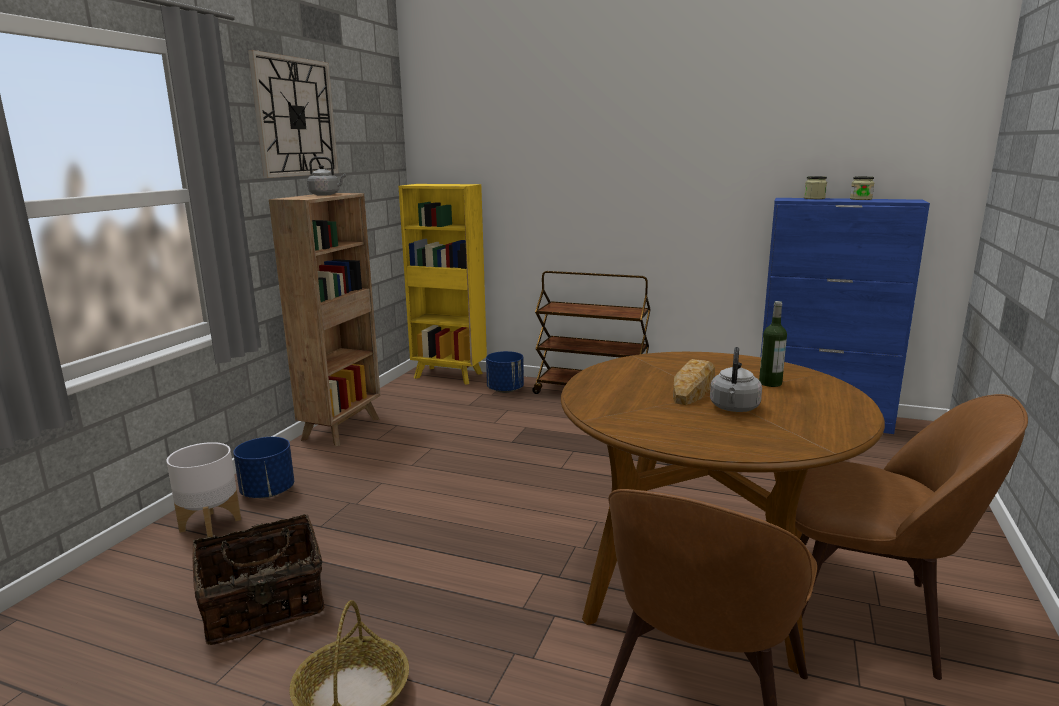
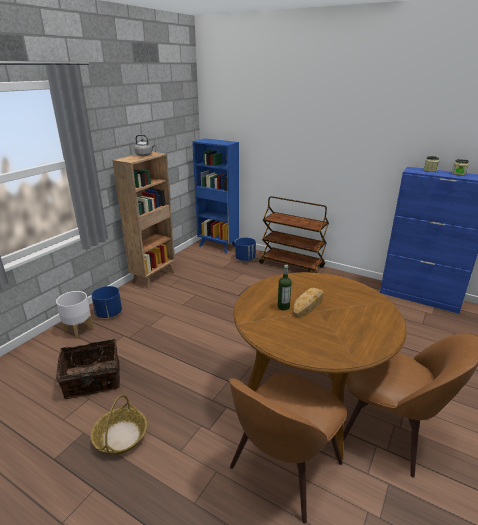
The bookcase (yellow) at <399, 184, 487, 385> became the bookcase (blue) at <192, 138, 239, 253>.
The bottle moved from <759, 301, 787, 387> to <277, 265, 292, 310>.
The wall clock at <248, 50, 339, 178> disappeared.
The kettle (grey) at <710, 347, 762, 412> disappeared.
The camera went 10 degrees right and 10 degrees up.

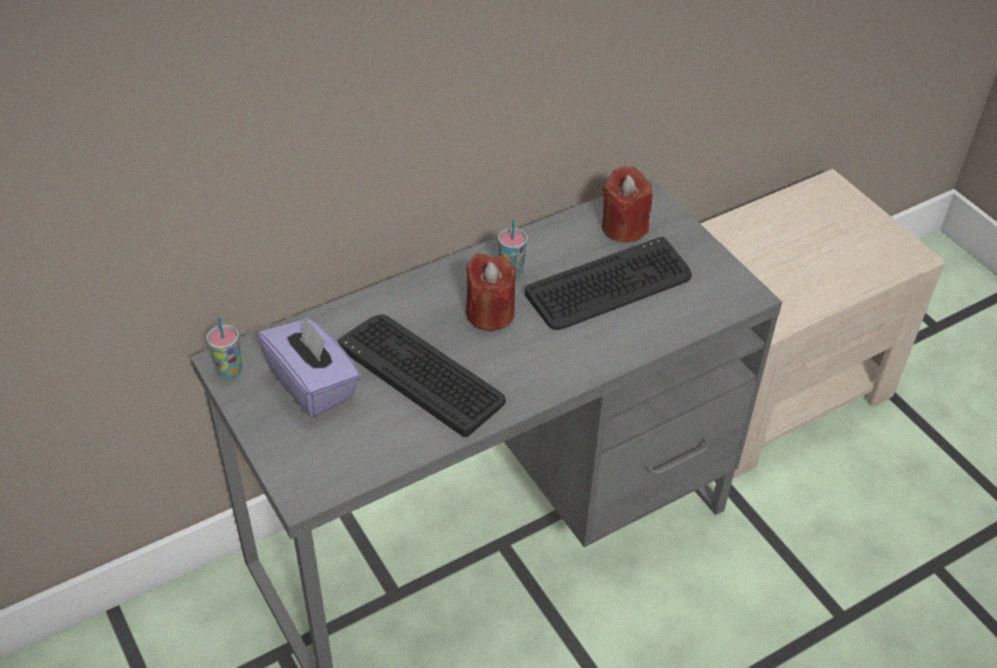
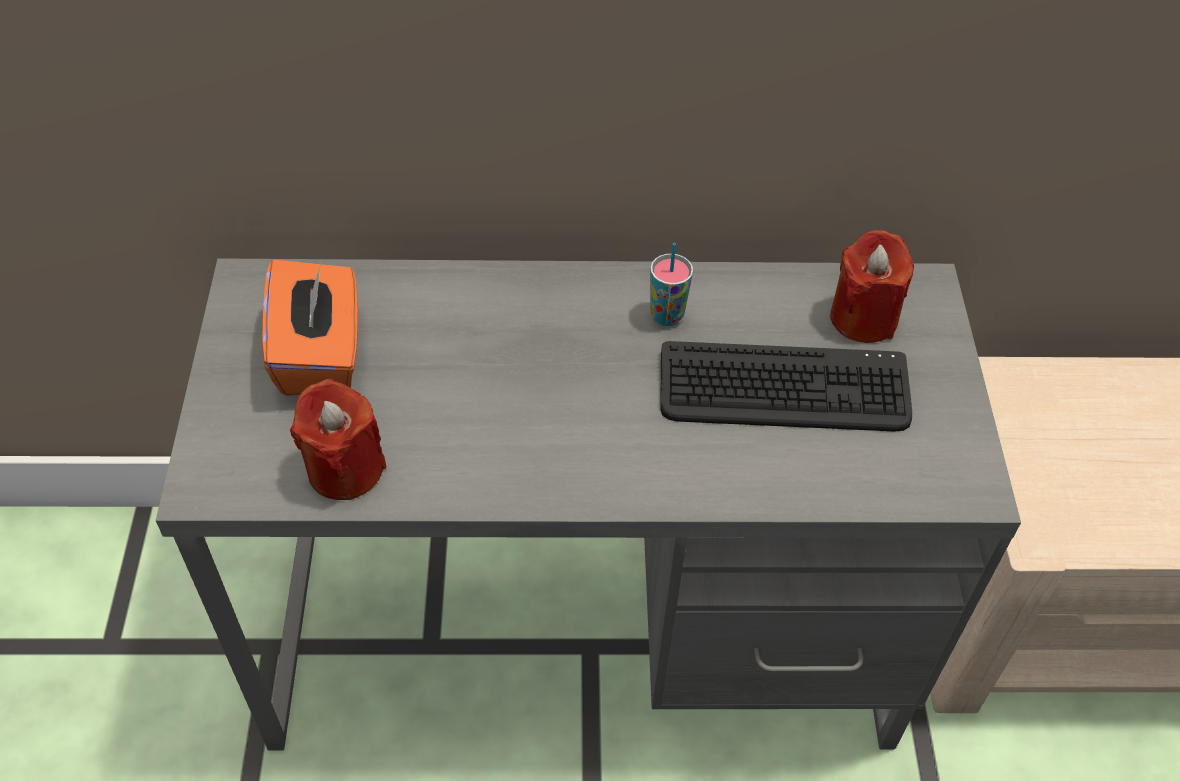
The tissue box (purple) at <257, 316, 361, 418> became the tissue box (orange) at <262, 260, 358, 396>.
The candle (red) moved from <466, 253, 516, 331> to <290, 378, 386, 500>.
The cup at <207, 317, 242, 379> disappeared.
The keyboard at <338, 314, 506, 437> disappeared.
The camera went 30 degrees right and 5 degrees up.

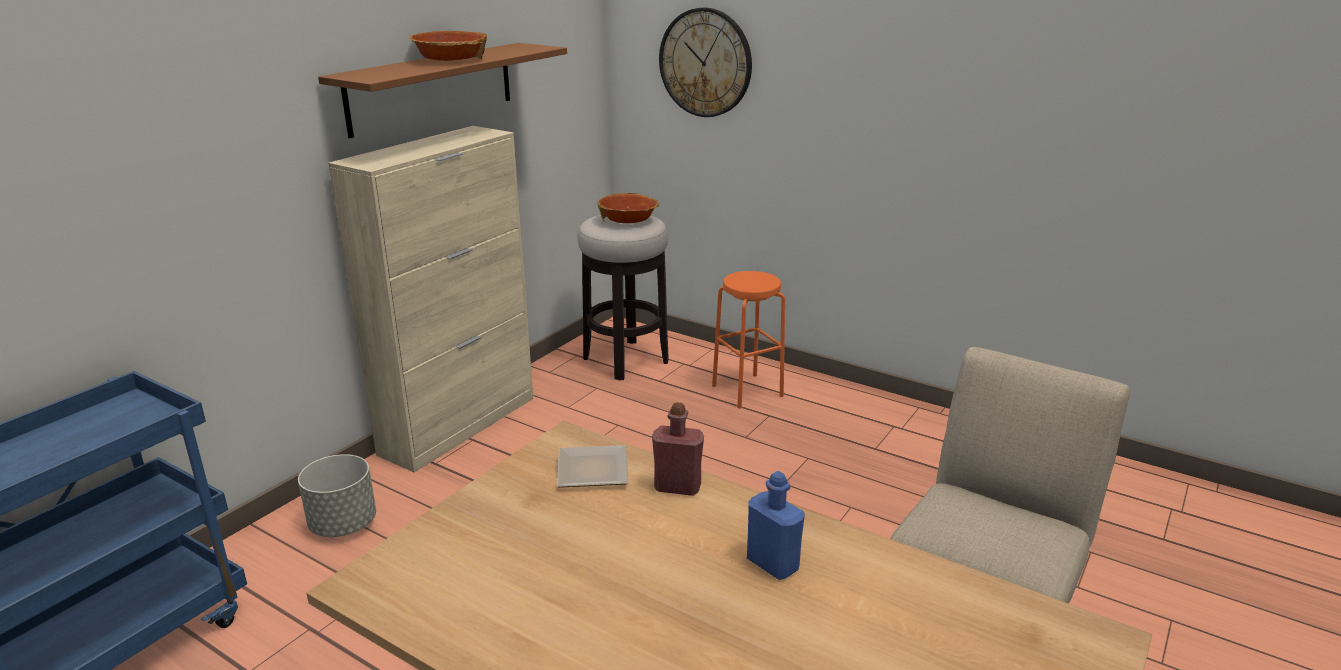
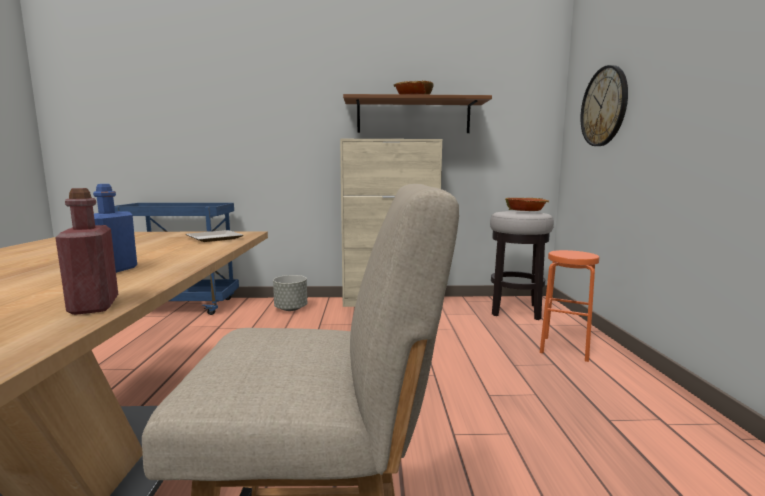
The bottle (red) moved from <652, 402, 704, 496> to <55, 188, 118, 315>.
The camera went 55 degrees right and 15 degrees down.

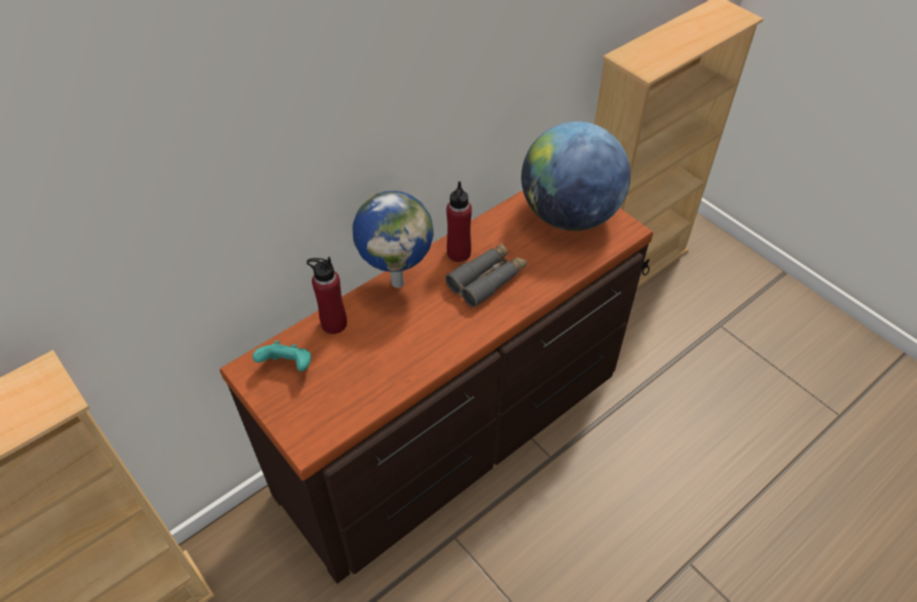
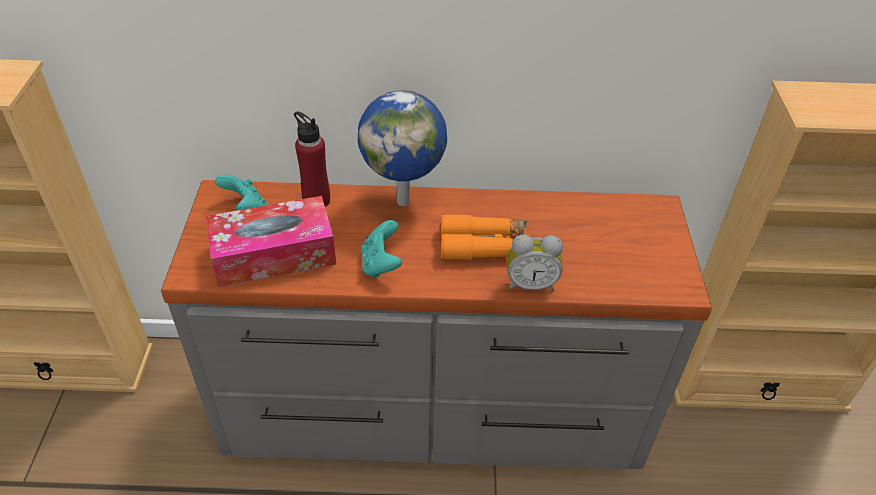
The dresser (brown) at <220, 190, 653, 583> became the dresser (grey) at <161, 180, 712, 469>.
The tissue box at <205, 196, 336, 287> appeared.
The game controller (turquoise) at <361, 220, 402, 278> appeared.
The binoculars (grey) at <445, 243, 527, 307> became the binoculars (orange) at <441, 214, 527, 260>.
The alarm clock at <507, 234, 563, 292> appeared.
The bottle (red) at <446, 181, 472, 262> disappeared.
The globe at <521, 121, 631, 231> disappeared.
The camera went 40 degrees right and 5 degrees down.

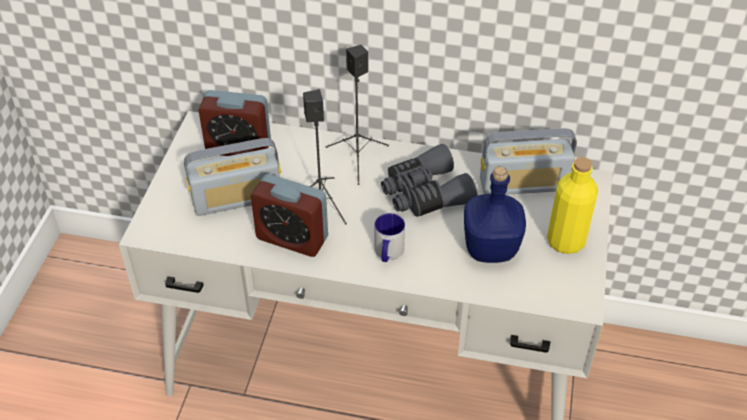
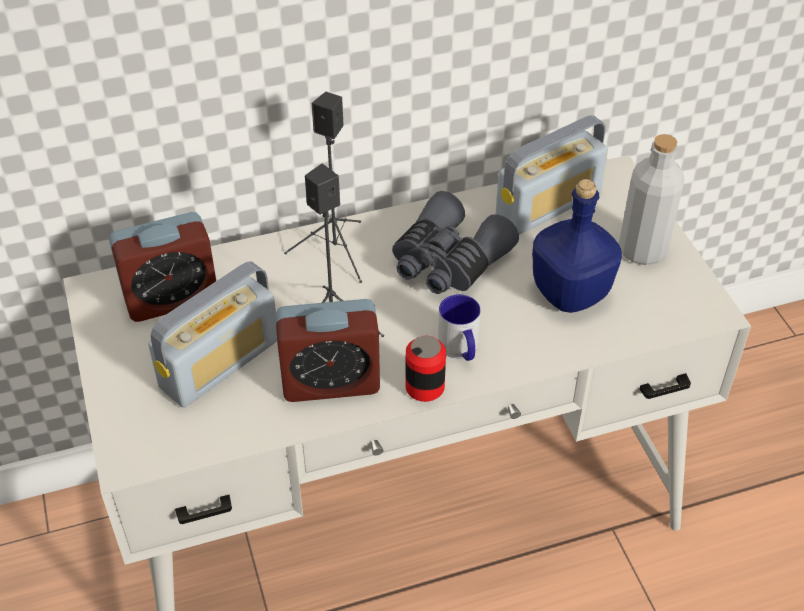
The can at <406, 336, 446, 402> appeared.
The bottle (yellow) at <547, 157, 598, 254> became the bottle (grey) at <619, 134, 685, 265>.
The camera went 30 degrees left and 0 degrees up.

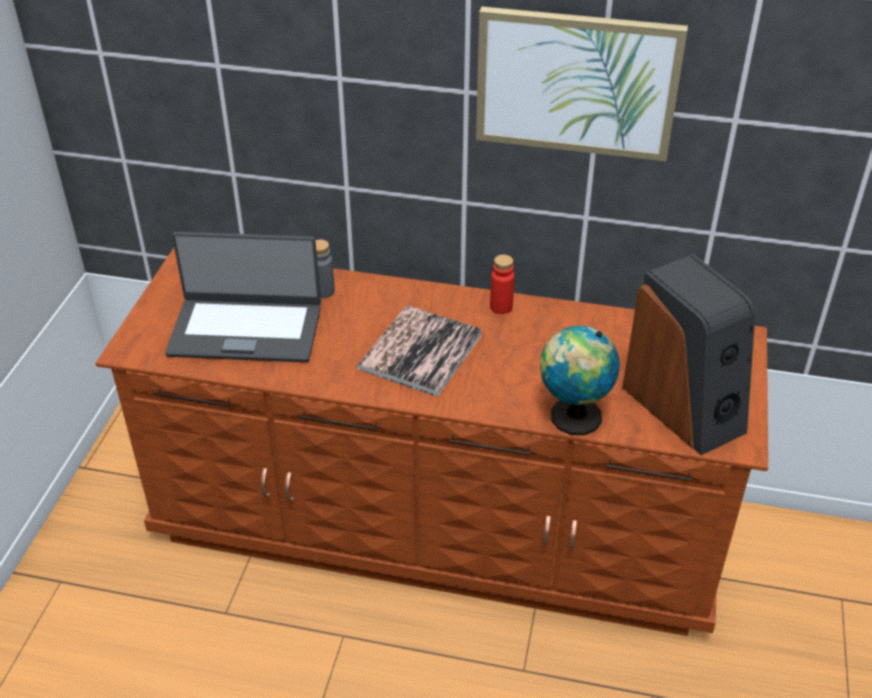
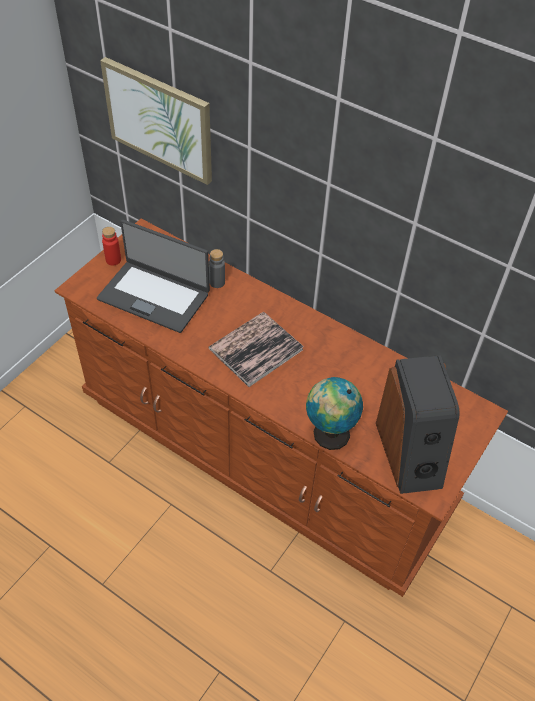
The picture moved from <476, 7, 688, 161> to <100, 57, 212, 185>.
The bottle (red) moved from <490, 255, 515, 314> to <102, 227, 121, 266>.
The camera went 20 degrees right and 10 degrees up.

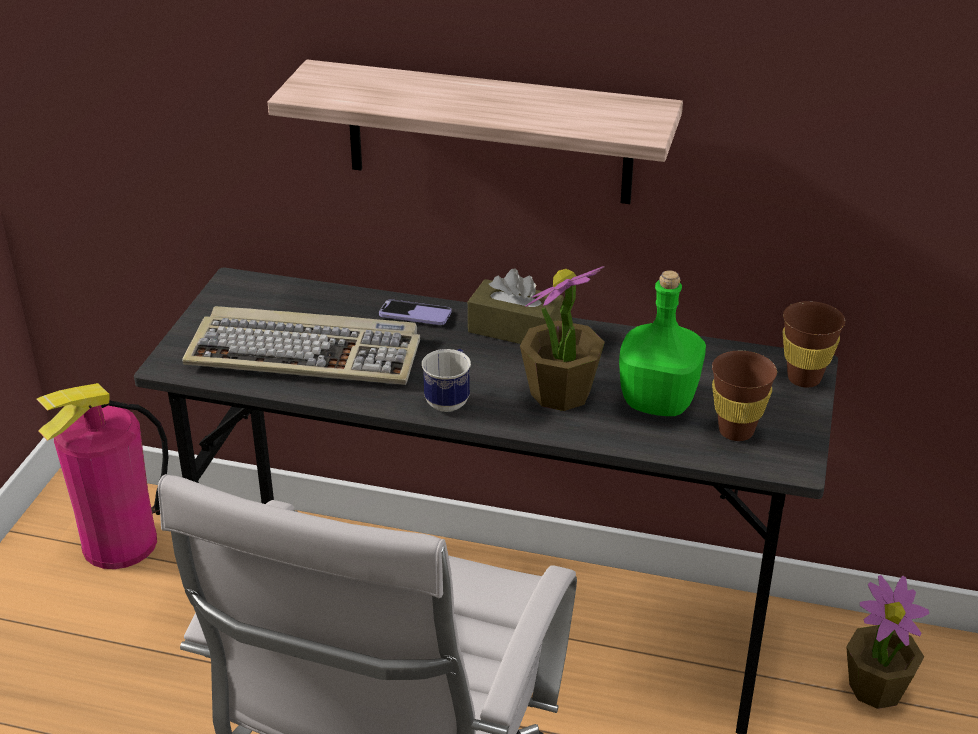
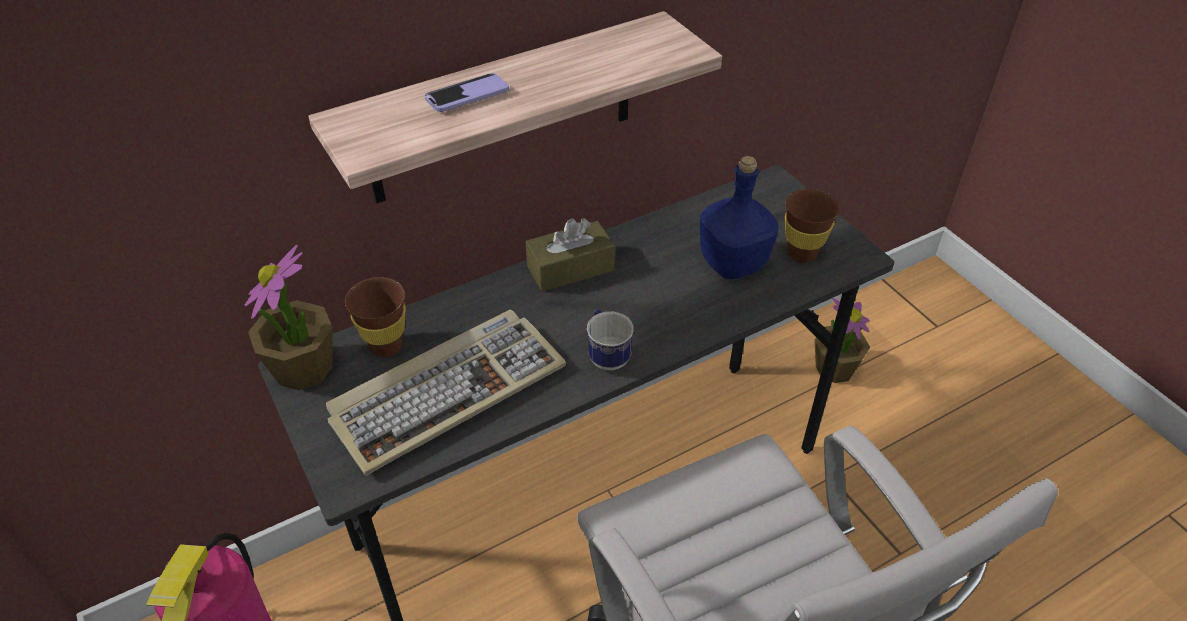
The potted plant moved from <520, 266, 605, 411> to <245, 245, 333, 391>.
The cup (brown) moved from <783, 301, 845, 387> to <345, 277, 406, 357>.
The phone moved from <379, 299, 452, 325> to <424, 73, 509, 112>.
The bottle (green) at <619, 270, 706, 416> became the bottle (blue) at <699, 156, 778, 279>.
The camera went 45 degrees left and 10 degrees up.

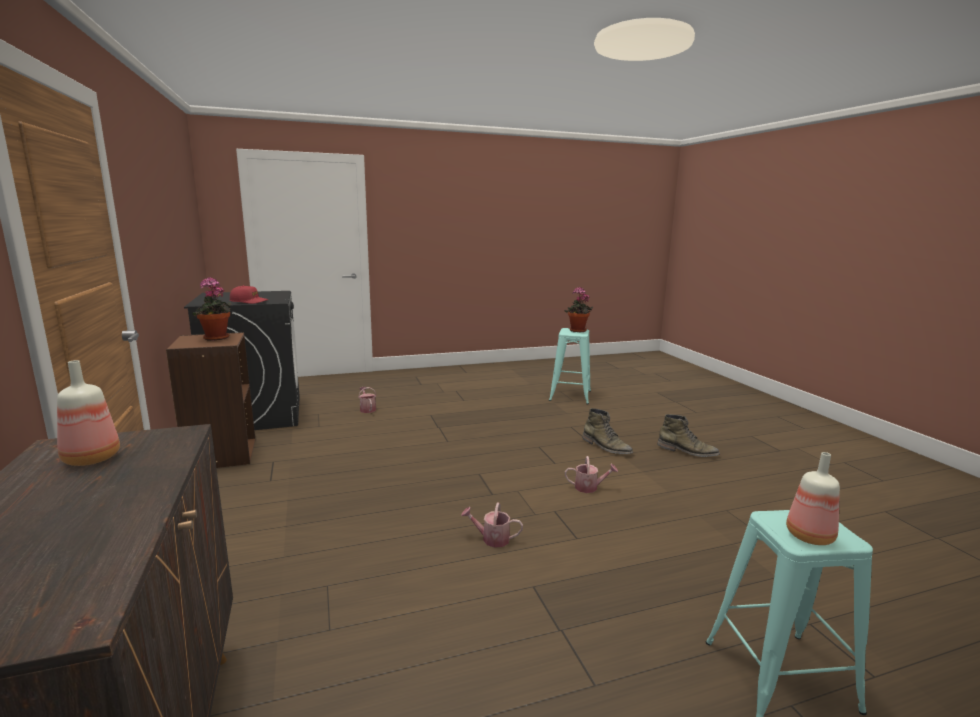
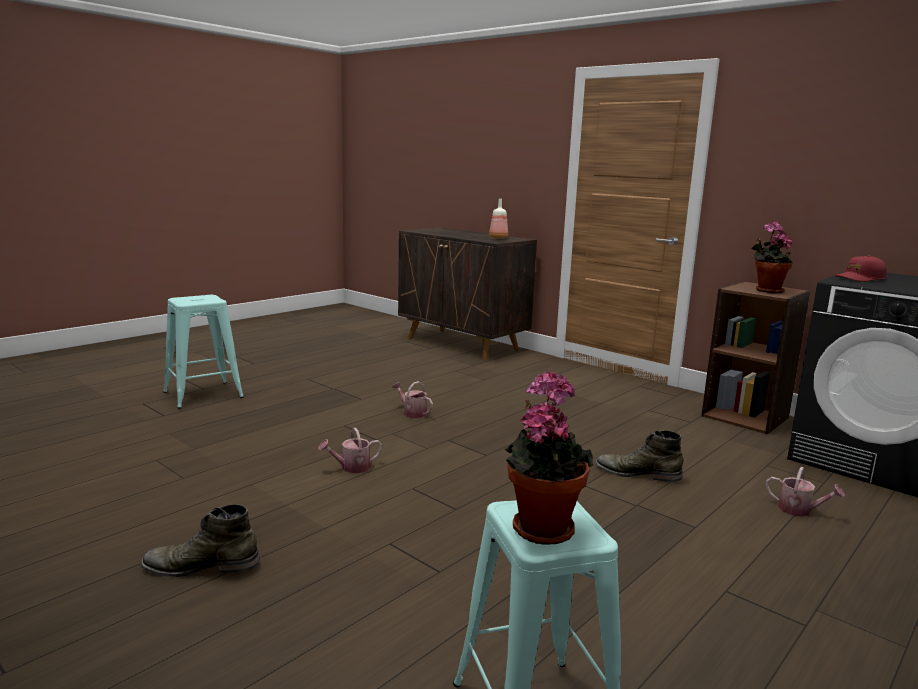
The watering can at <461, 502, 523, 548> turned 120 degrees counterclockwise.
The boot (green) moved from <582, 408, 633, 454> to <596, 430, 683, 482>.
The bottle at <786, 452, 840, 545> disappeared.
The camera went 150 degrees right and 0 degrees up.

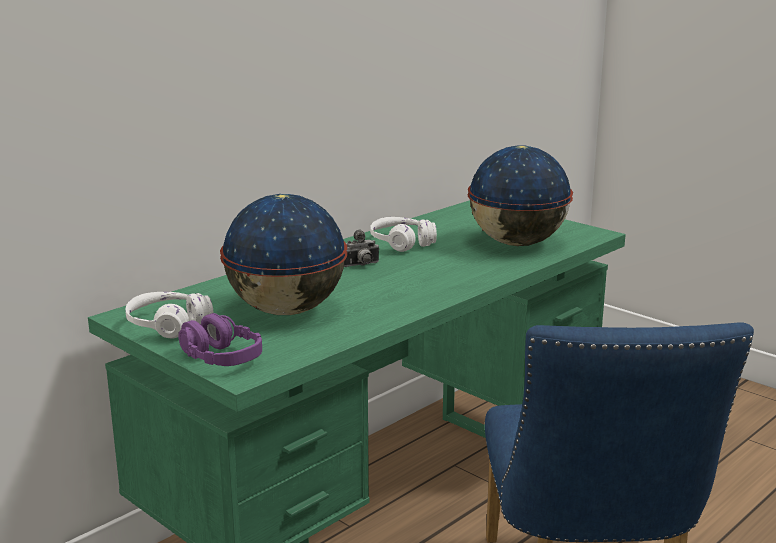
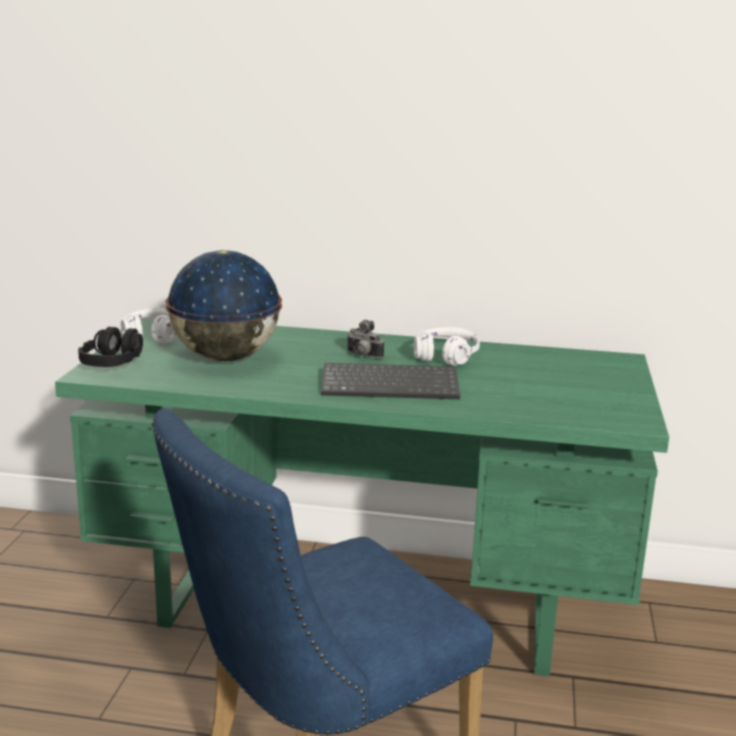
The headphones (purple) at <178, 313, 262, 366> became the headphones (black) at <78, 327, 143, 367>.
The keyboard at <321, 363, 460, 399> appeared.
The globe at <468, 146, 573, 246> disappeared.
The camera went 55 degrees right and 0 degrees up.

